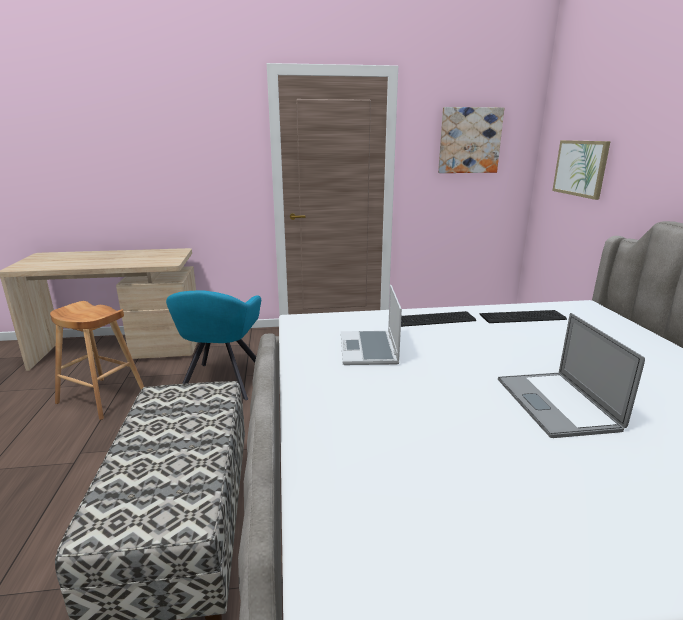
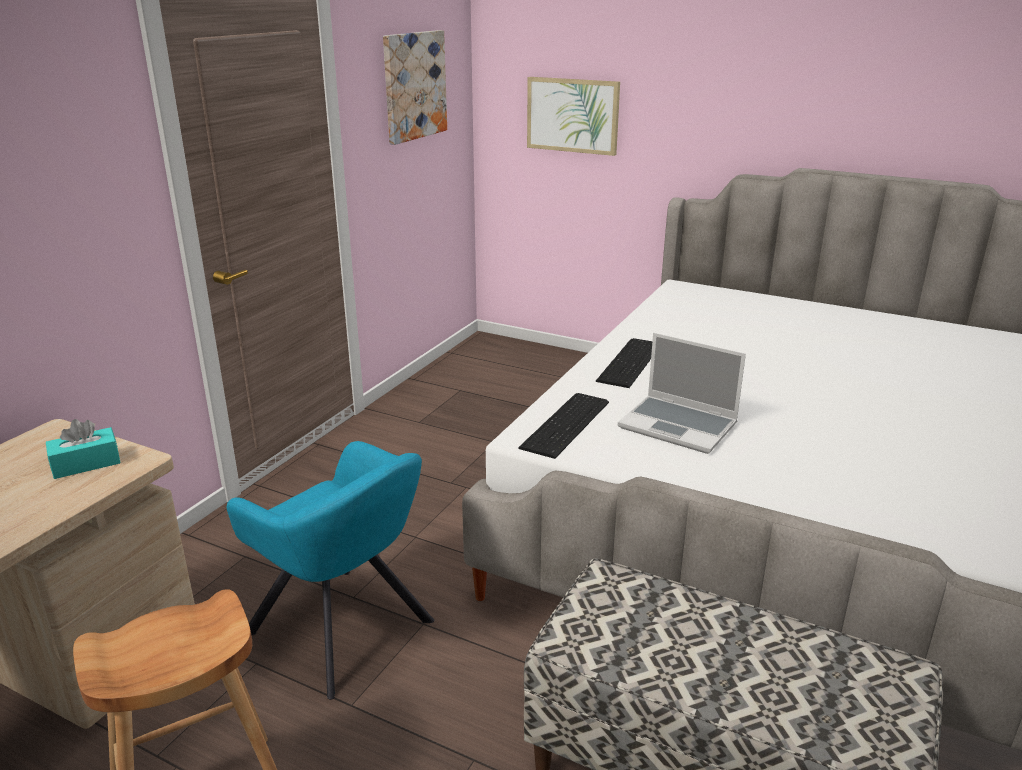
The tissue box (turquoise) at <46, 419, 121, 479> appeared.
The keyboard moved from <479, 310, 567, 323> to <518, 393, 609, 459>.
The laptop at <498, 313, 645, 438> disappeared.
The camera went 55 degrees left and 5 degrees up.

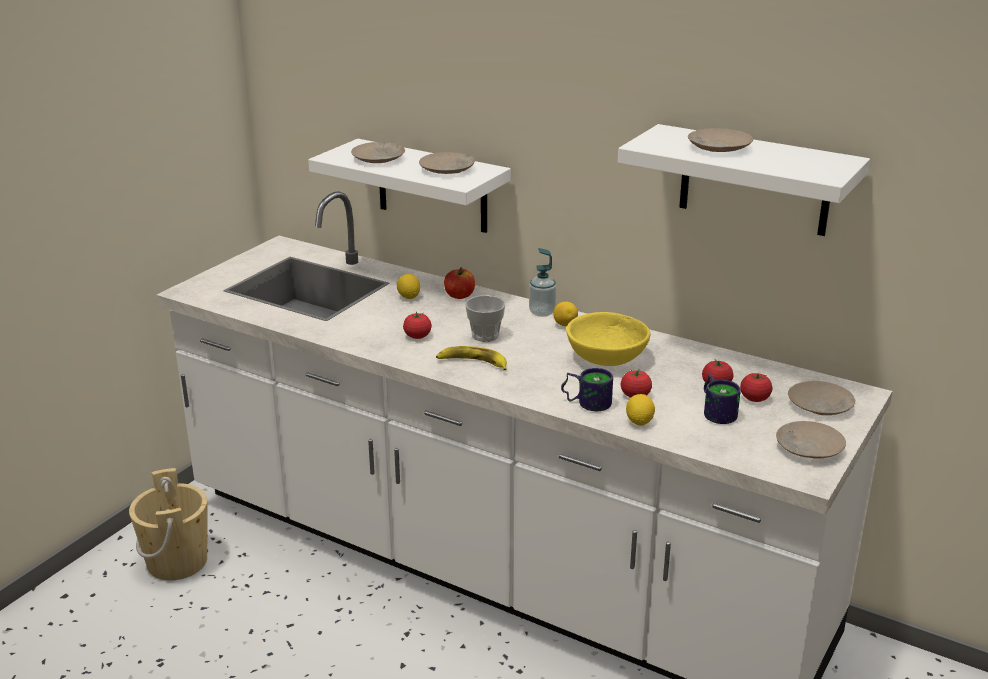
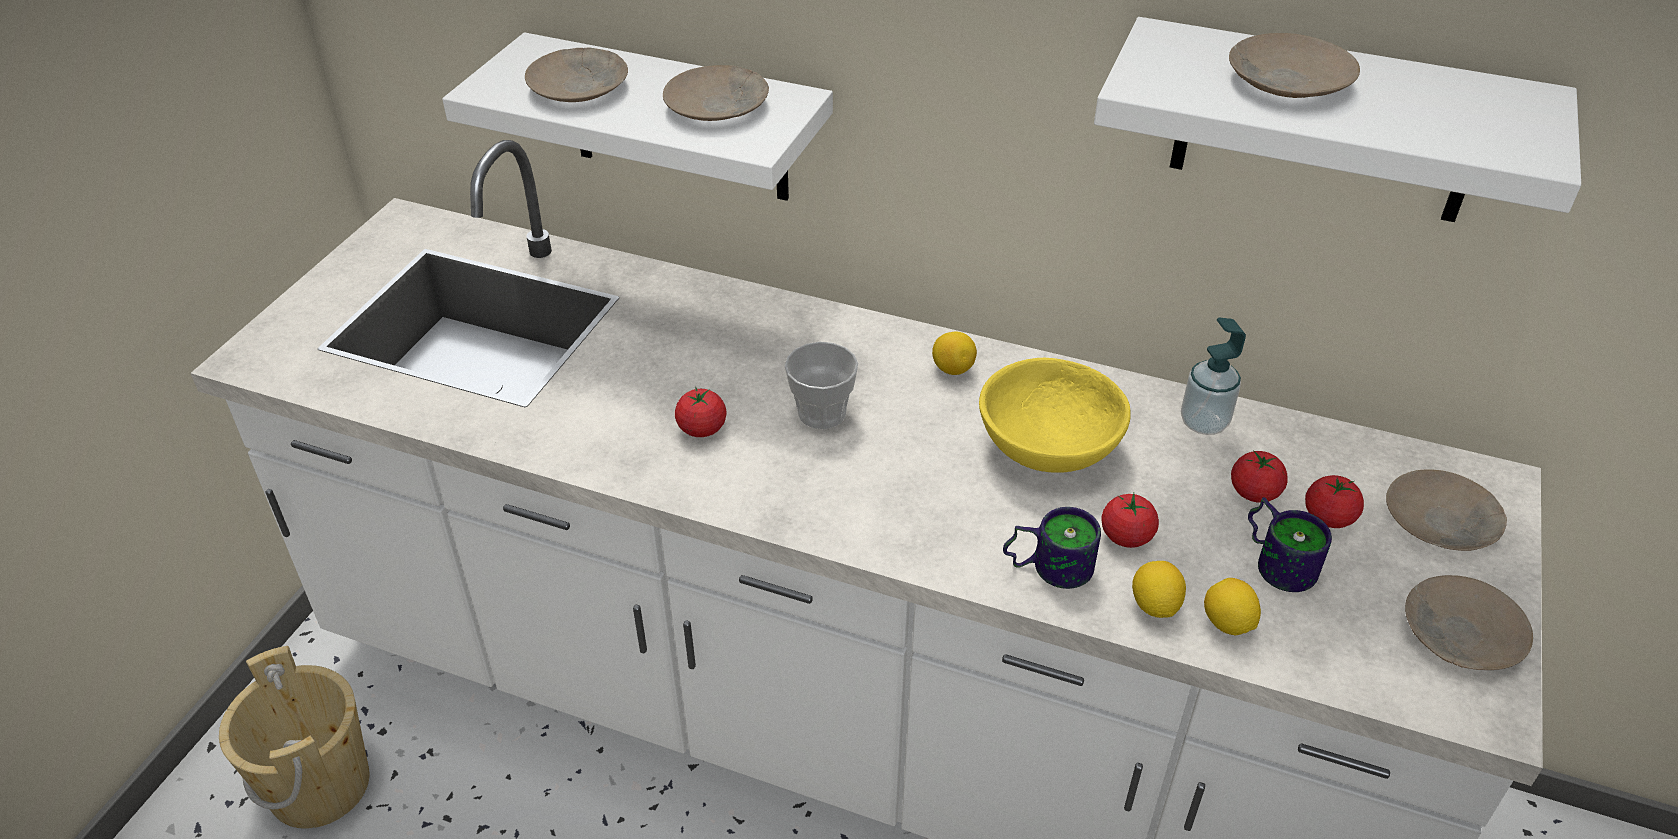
The soap dispenser moved from <529, 248, 556, 317> to <1181, 318, 1246, 435>.
The lemon moved from <397, 274, 420, 299> to <1204, 578, 1261, 635>.
The banana at <436, 346, 507, 371> disappeared.
The apple at <444, 267, 475, 299> disappeared.
The camera went 10 degrees left and 15 degrees up.

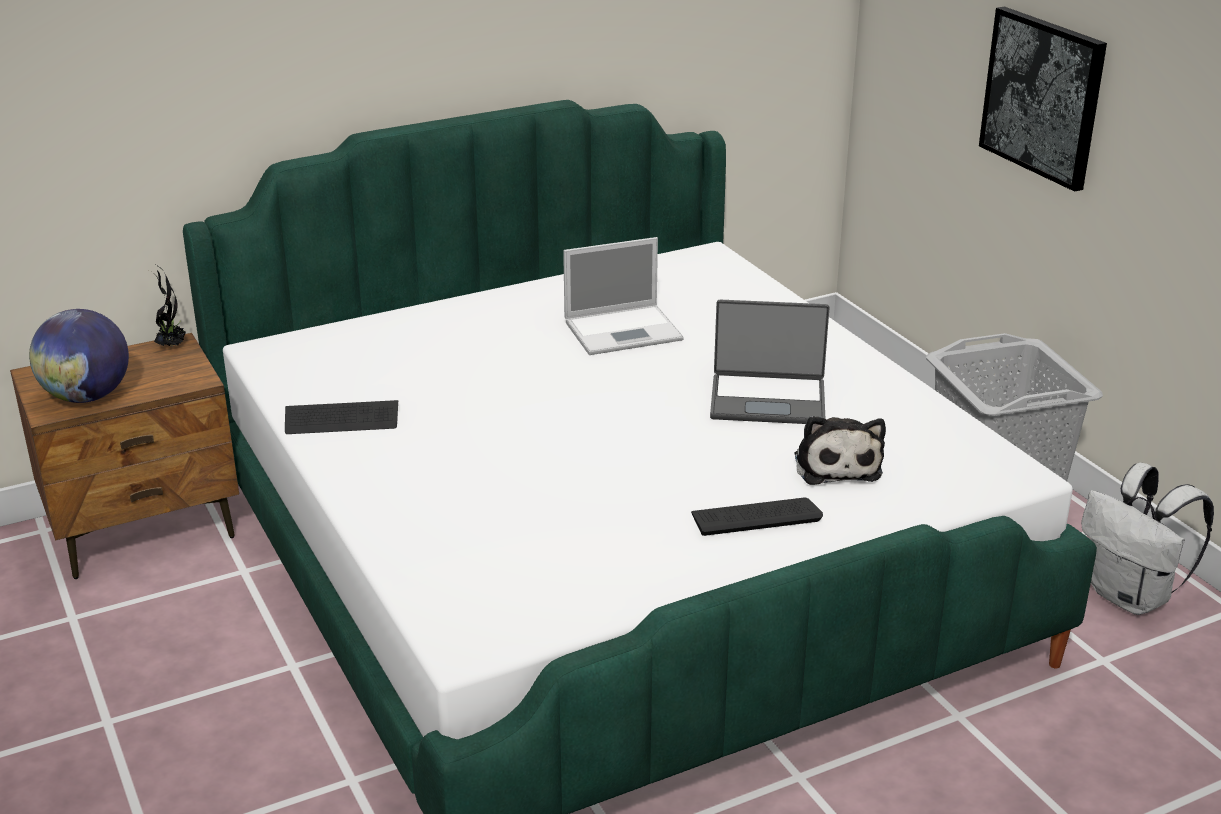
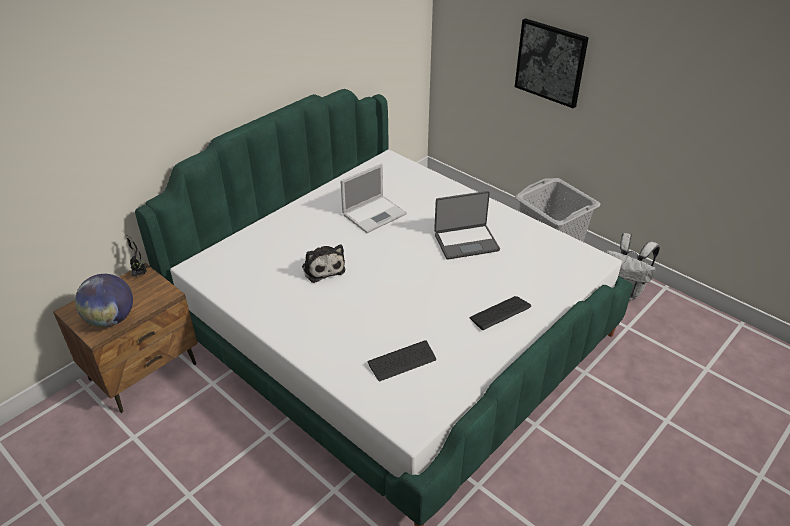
The plush toy moved from <795, 416, 886, 485> to <302, 244, 345, 283>.
The keyboard moved from <285, 400, 398, 434> to <367, 340, 436, 381>.
The camera went 20 degrees left and 10 degrees up.

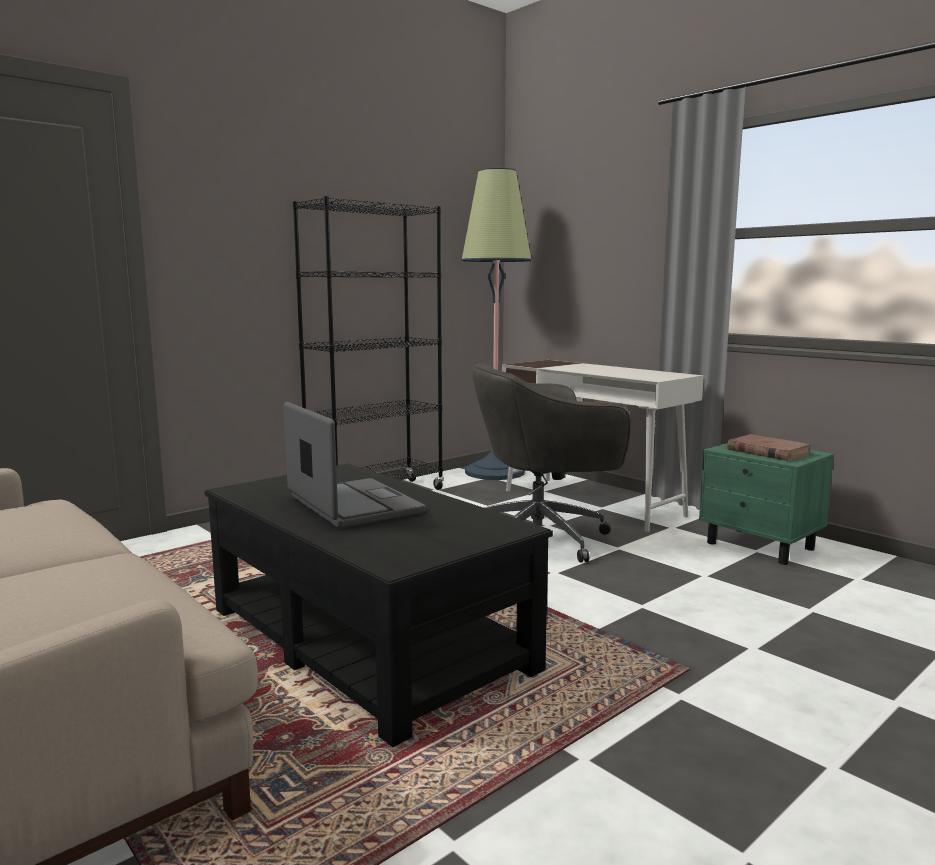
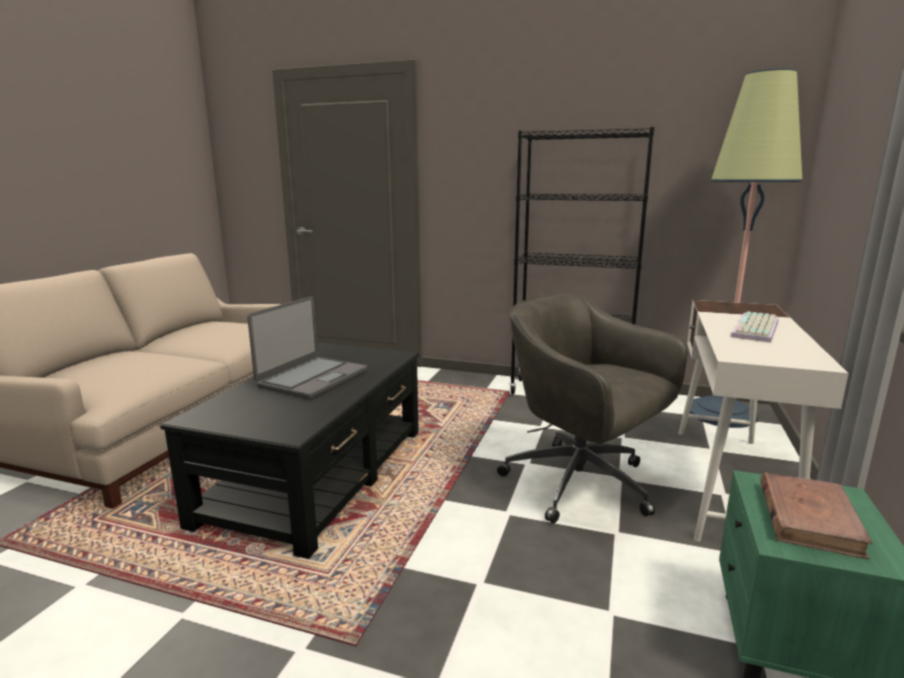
The keyboard at <731, 311, 779, 343> appeared.
The camera went 60 degrees right and 5 degrees up.

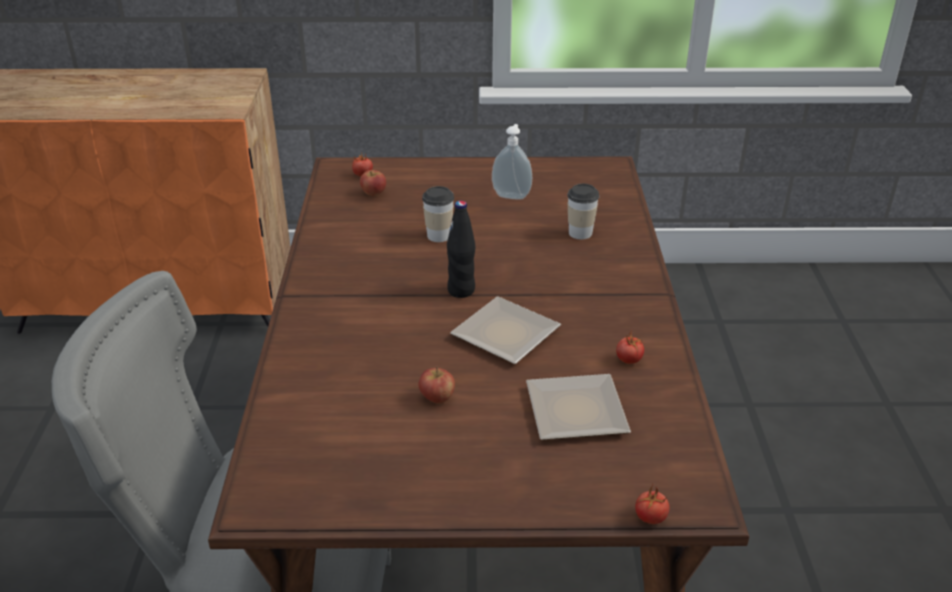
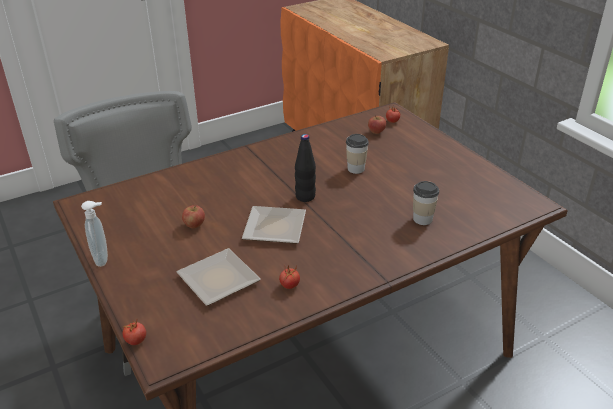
The soap dispenser moved from <492, 124, 532, 200> to <81, 201, 108, 267>.
The camera went 60 degrees right and 0 degrees up.

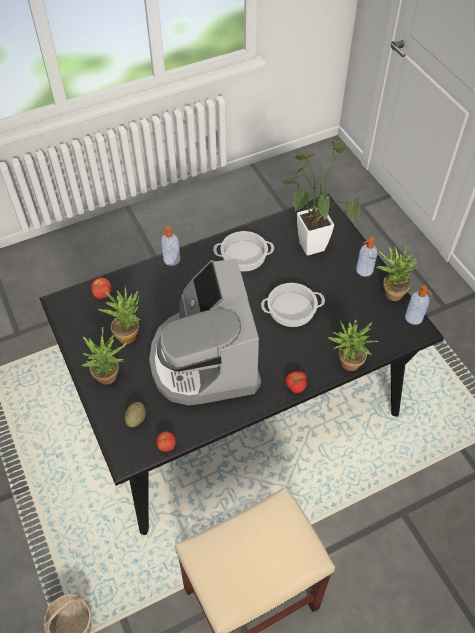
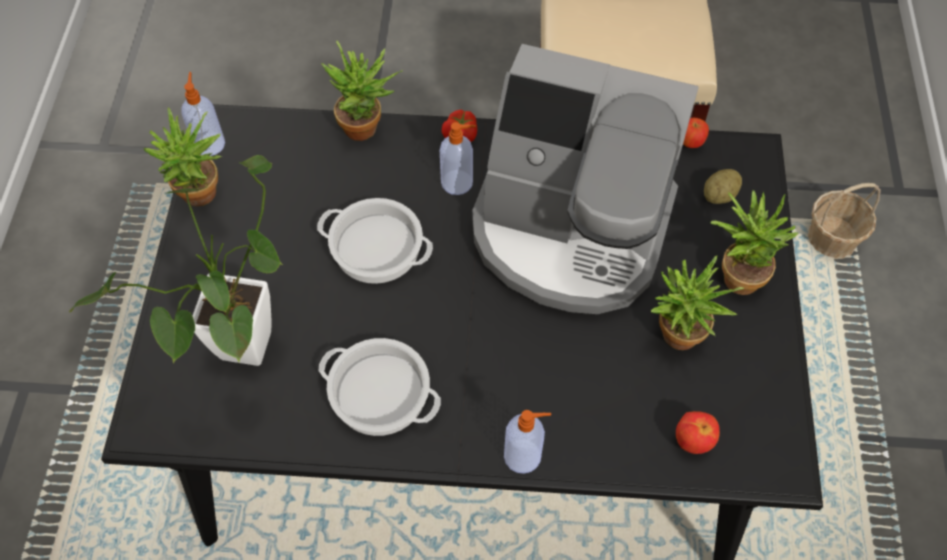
The soap dispenser moved from <356, 237, 378, 277> to <440, 122, 476, 195>.
The coffee machine at <149, 258, 261, 406> turned 90 degrees clockwise.
The camera went 150 degrees left and 5 degrees up.

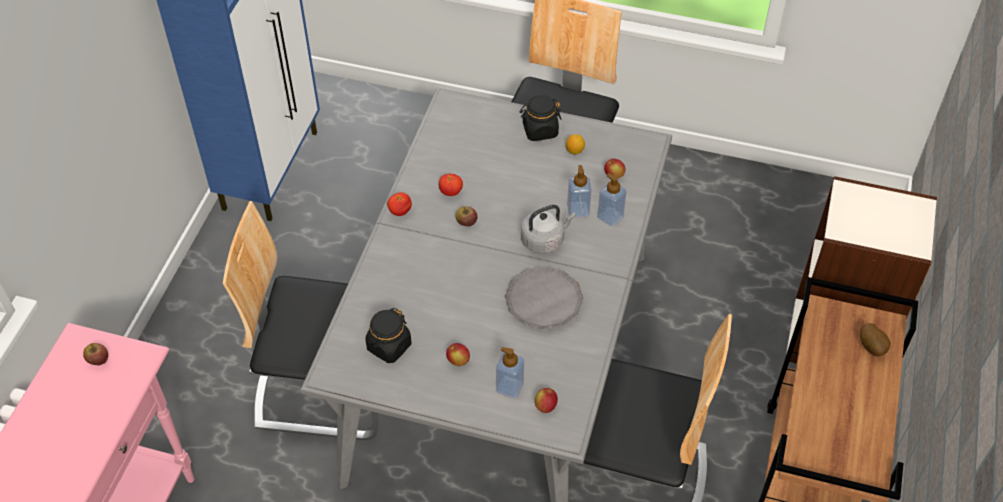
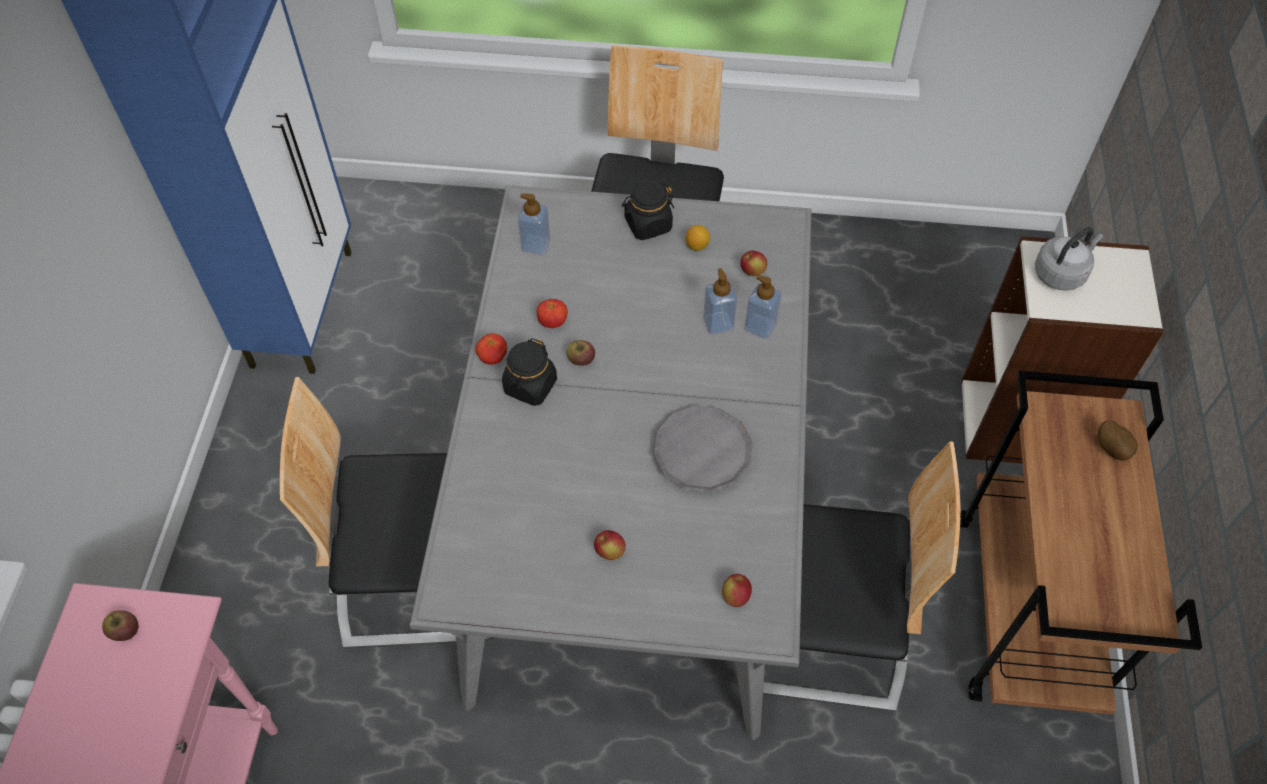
The jar (black) moved from <366, 308, 412, 363> to <502, 338, 557, 406>.
The soap dispenser moved from <496, 347, 524, 398> to <518, 194, 550, 255>.
The kettle (grey) moved from <521, 205, 576, 254> to <1035, 227, 1103, 291>.
The camera went 10 degrees left and 5 degrees up.

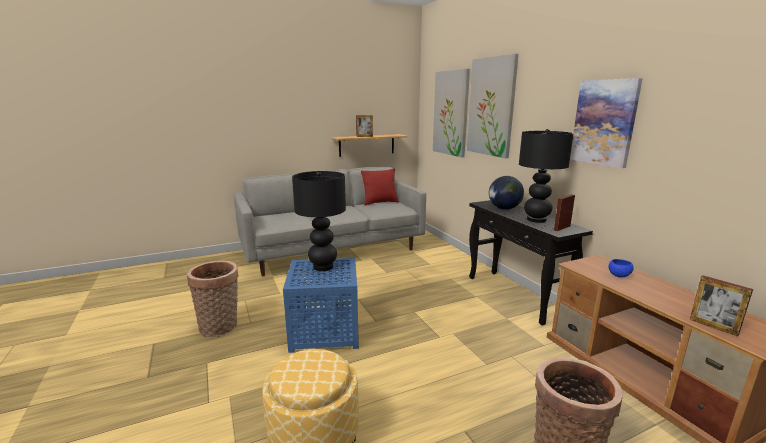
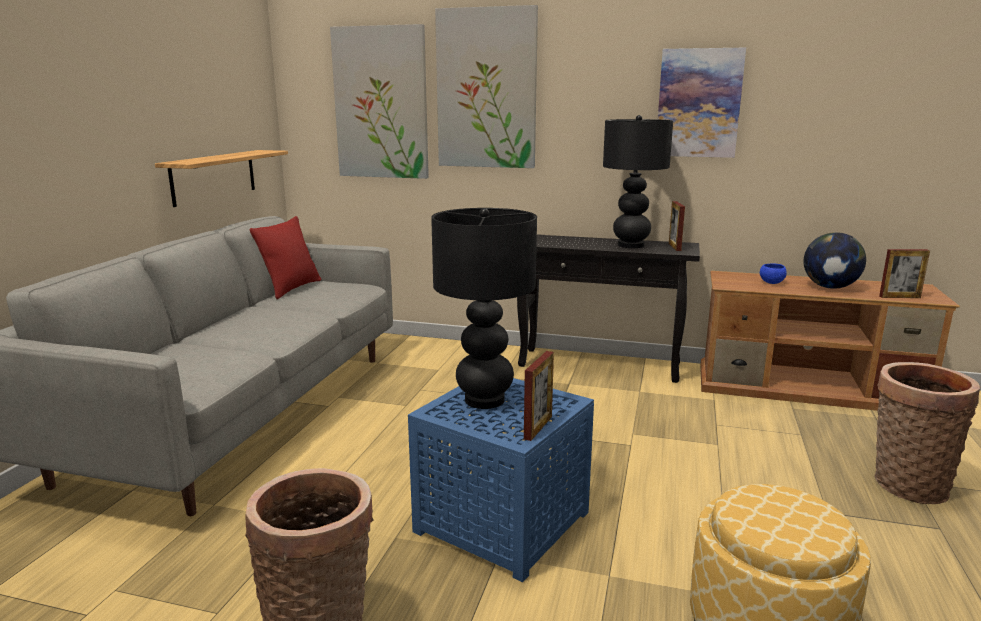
The picture frame moved from <356, 115, 373, 137> to <524, 351, 554, 441>.
The globe moved from <489, 176, 524, 210> to <804, 232, 866, 289>.
The camera went 50 degrees left and 0 degrees up.

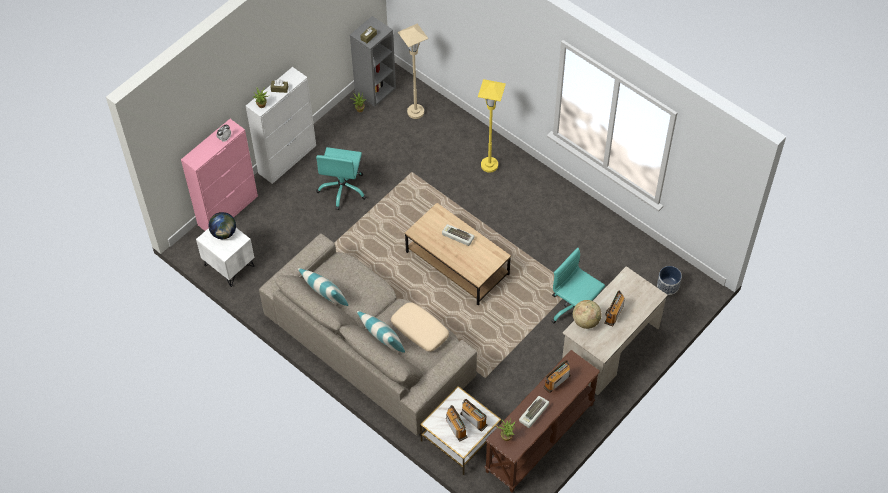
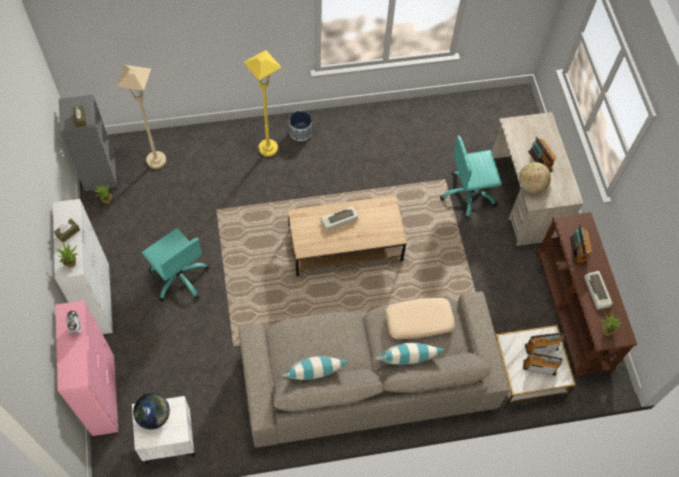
The planter moved from <657, 266, 682, 295> to <289, 111, 312, 141>.
The camera went 55 degrees left and 5 degrees up.

